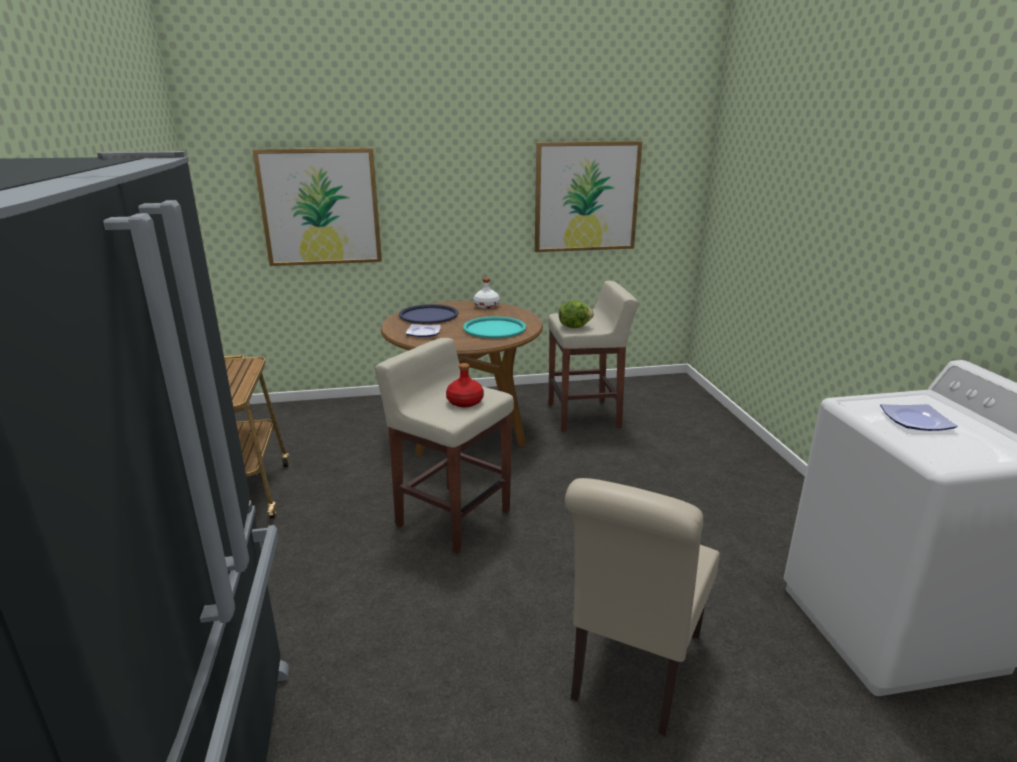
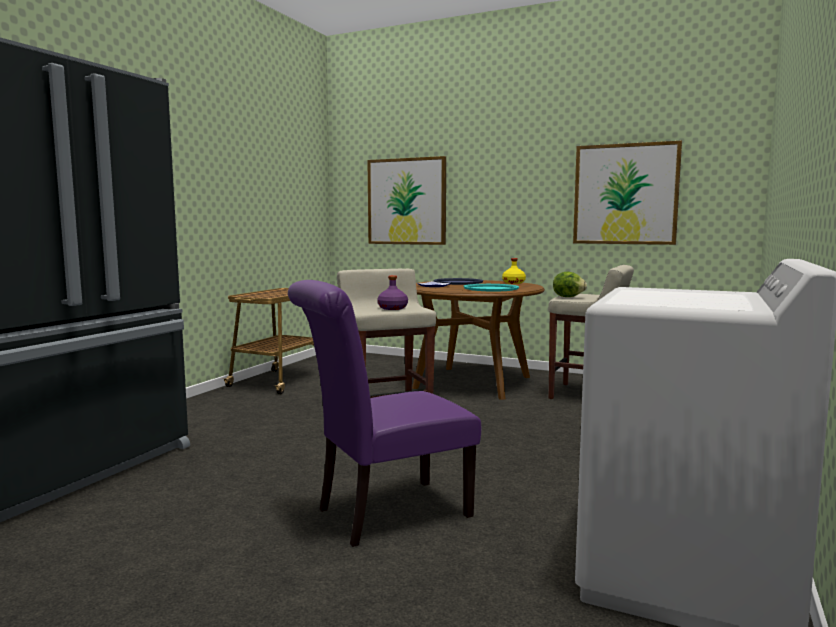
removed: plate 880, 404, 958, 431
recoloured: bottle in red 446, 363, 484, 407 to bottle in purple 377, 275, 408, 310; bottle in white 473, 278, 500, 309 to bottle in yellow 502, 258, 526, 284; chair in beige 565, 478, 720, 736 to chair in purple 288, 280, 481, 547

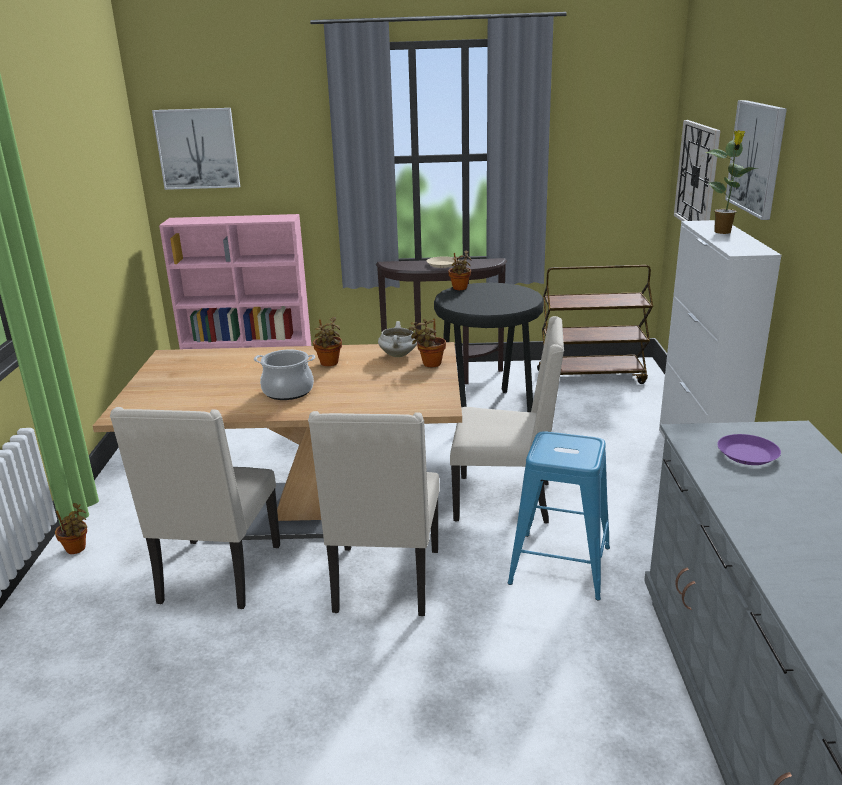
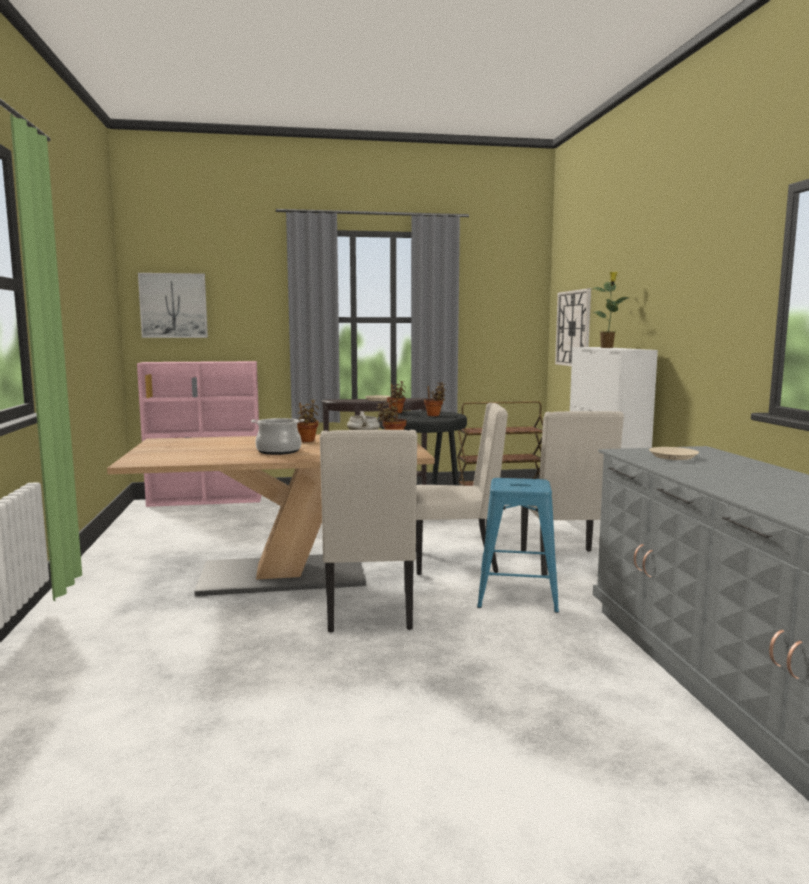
removed: picture 725, 100, 787, 220
moved: potted plant 55, 503, 87, 554 to 424, 382, 446, 416; chair in beige 110, 407, 280, 609 to 521, 411, 624, 576
recoloured: plate in purple 717, 434, 781, 465 to plate in beige 649, 447, 699, 460

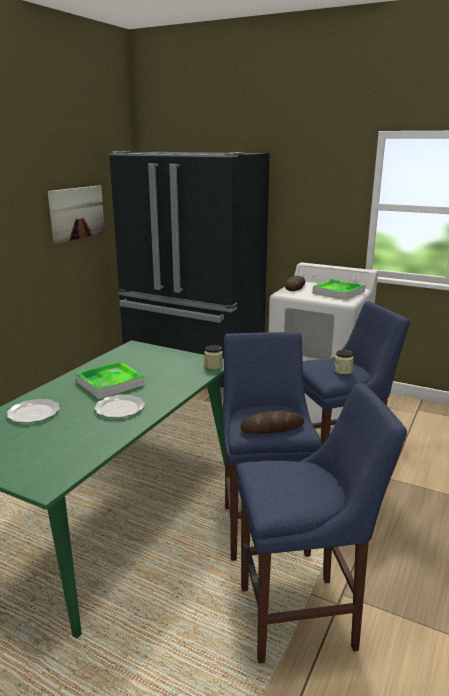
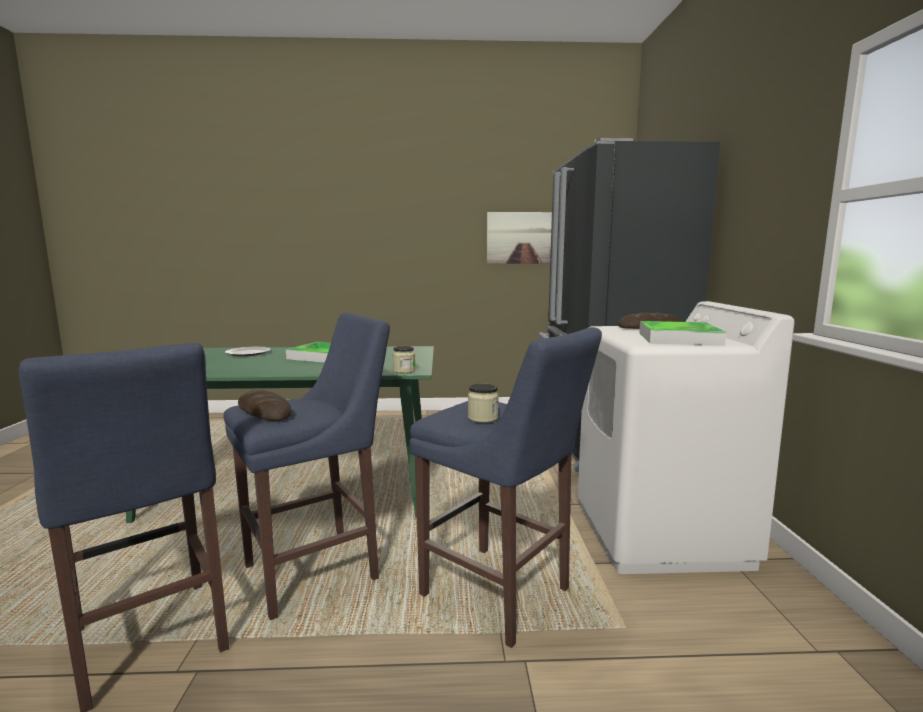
removed: plate 94, 395, 145, 418

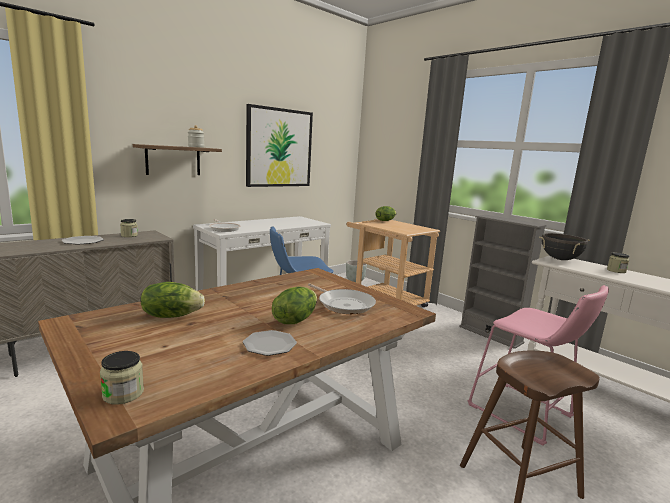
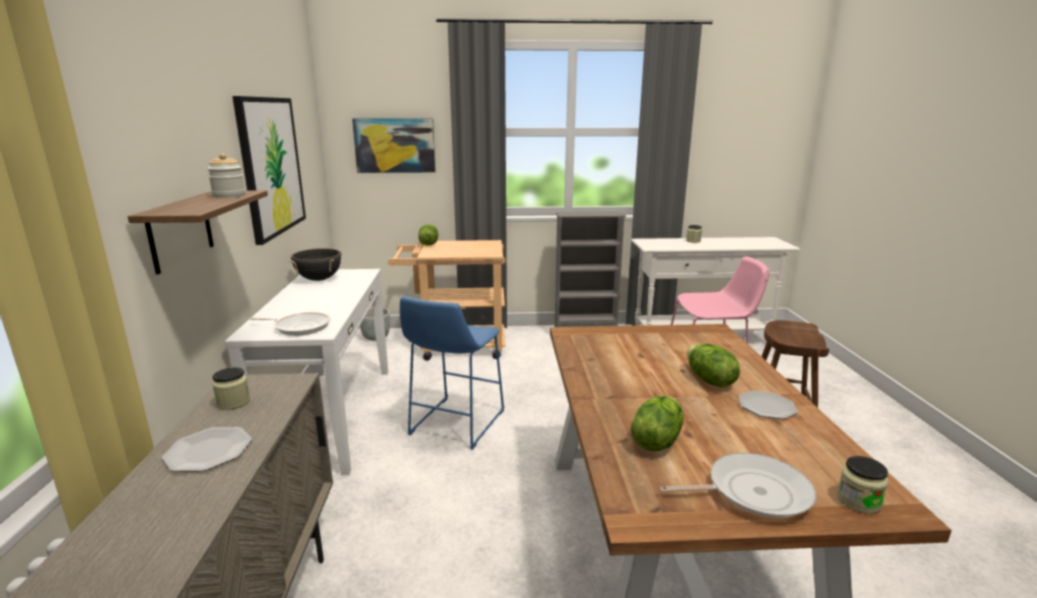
added: picture 352, 118, 436, 173
moved: frying pan 308, 284, 376, 314 to 659, 453, 816, 519; cooking pot in black 539, 233, 590, 260 to 288, 248, 342, 281

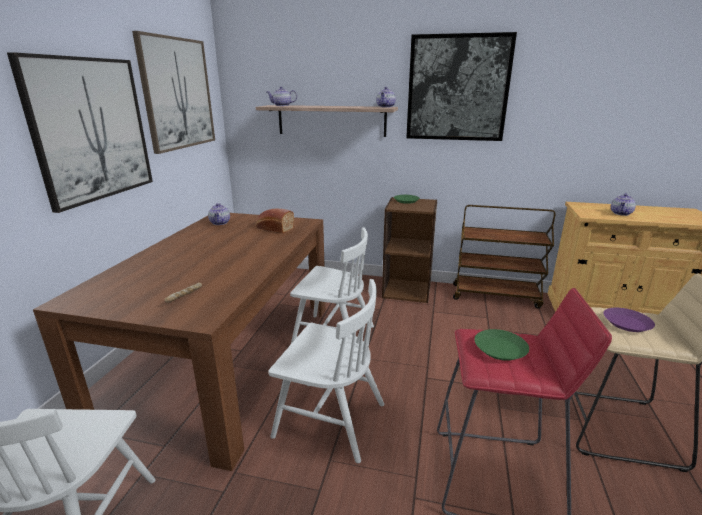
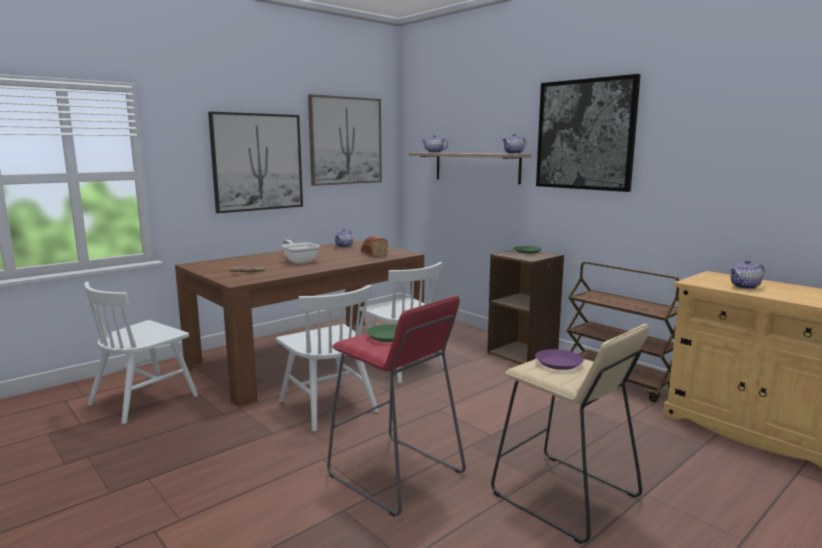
added: frying pan 282, 240, 320, 263

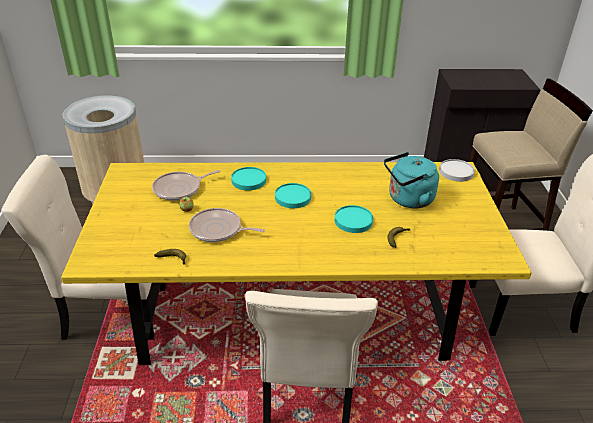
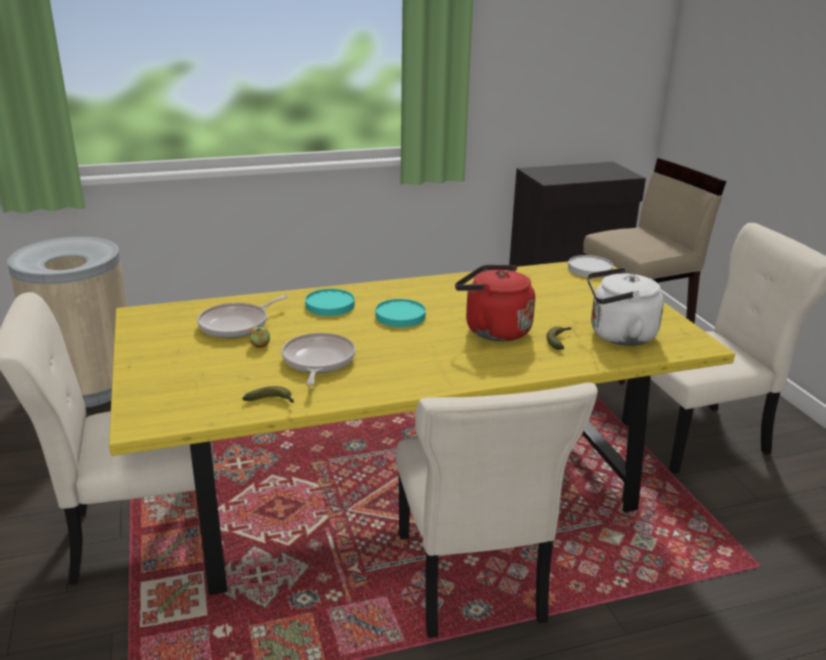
removed: kettle in turquoise 384, 152, 439, 209
added: kettle in white 587, 267, 664, 346
replaced: plate in turquoise 335, 205, 373, 233 to kettle in red 455, 265, 535, 341
turned: frying pan 189, 208, 265, 242 = 282, 333, 356, 386 90 degrees clockwise

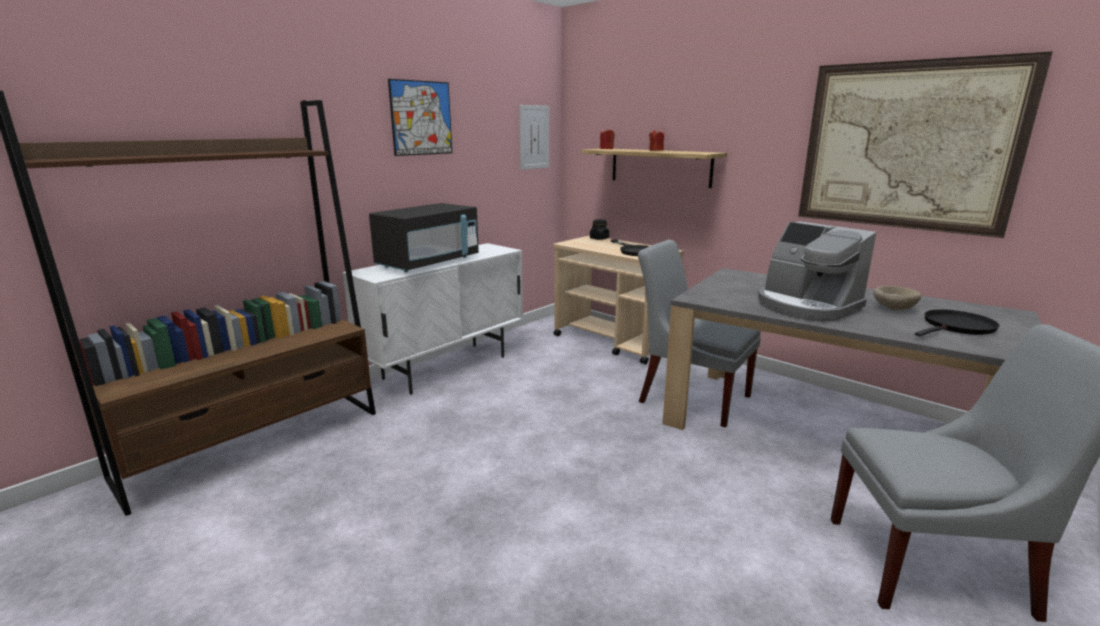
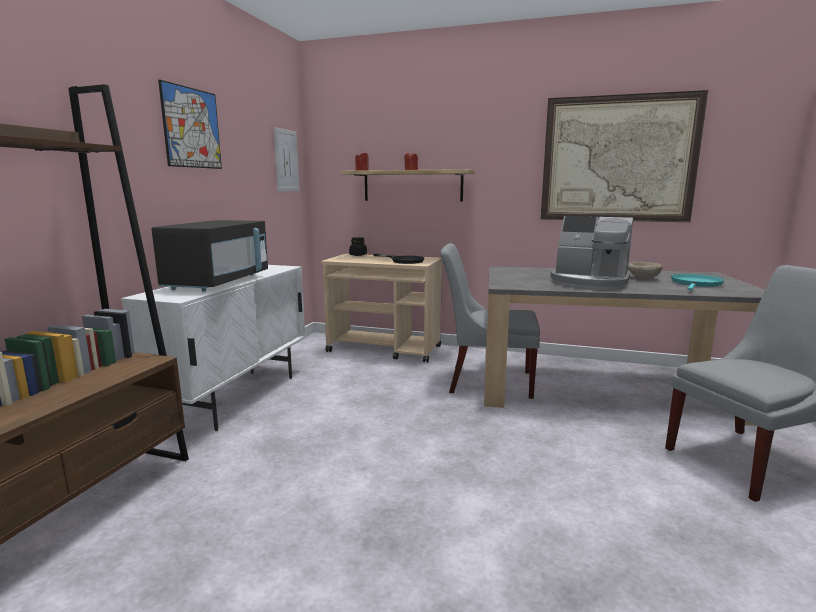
recoloured: frying pan in black 915, 309, 1000, 337 to frying pan in turquoise 671, 274, 724, 290

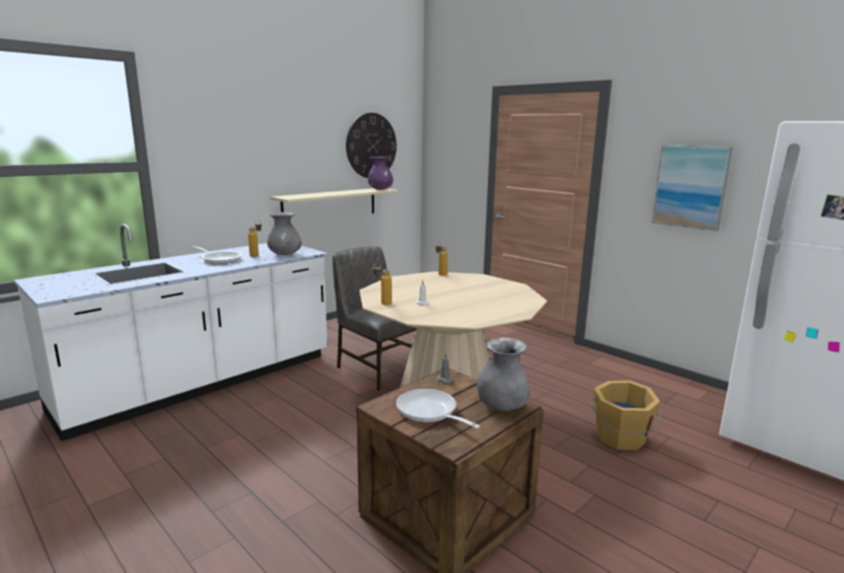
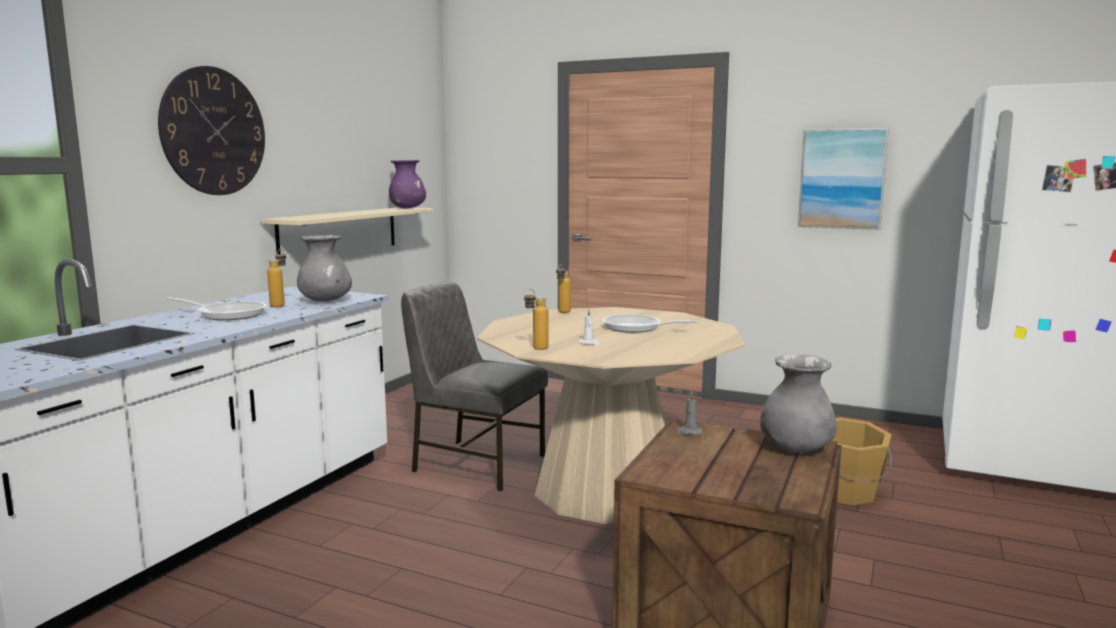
moved: wall clock 346, 113, 397, 178 to 158, 66, 265, 195; frying pan 396, 389, 480, 429 to 603, 315, 698, 333

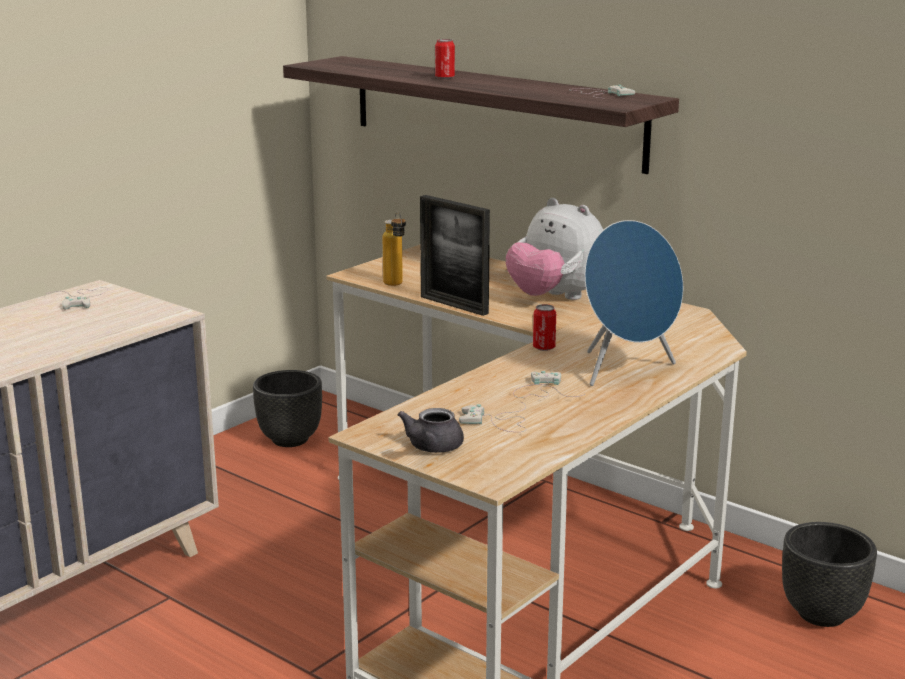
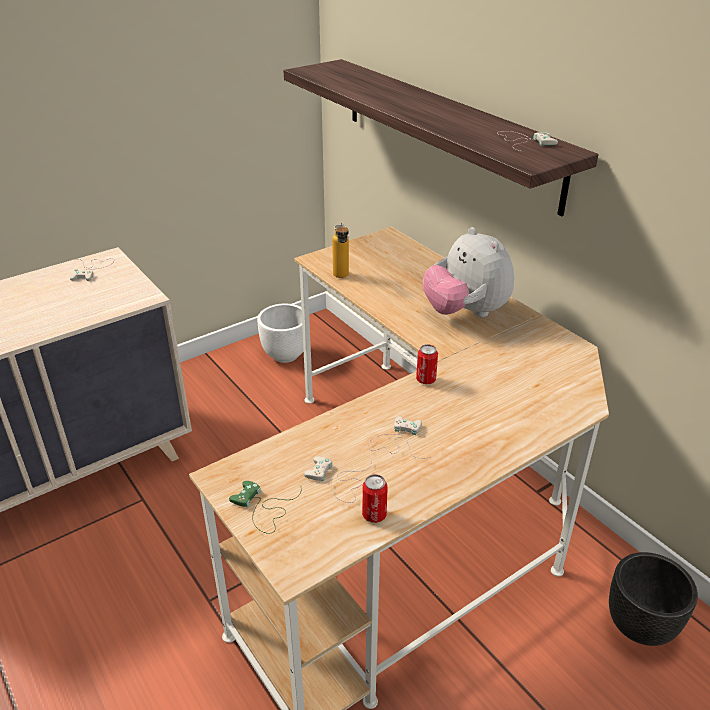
removed: picture frame 420, 195, 490, 316; speaker in blue 585, 220, 683, 386
moved: can 435, 39, 455, 79 to 362, 474, 388, 523
replaced: teapot in grey 398, 408, 464, 453 to game controller in green 229, 481, 301, 534
recoloured: planter in black 253, 370, 322, 447 to planter in white 257, 304, 304, 363

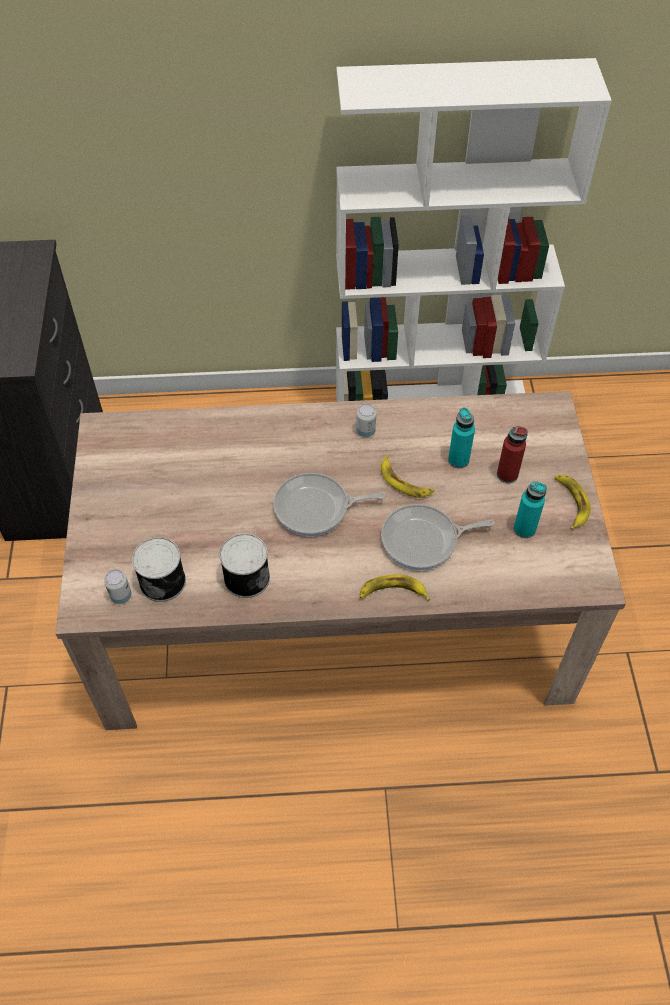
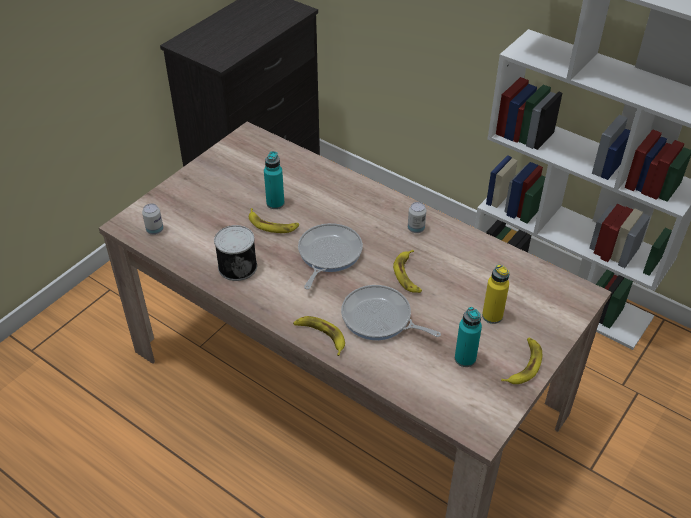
removed: can 132, 537, 186, 602
added: banana 249, 208, 299, 233
moved: bottle in turquoise 448, 408, 475, 469 to 264, 151, 284, 209
recoloured: bottle in red 497, 426, 527, 483 to bottle in yellow 482, 264, 509, 324
turned: frying pan 273, 473, 386, 536 = 298, 223, 363, 289 75 degrees clockwise

